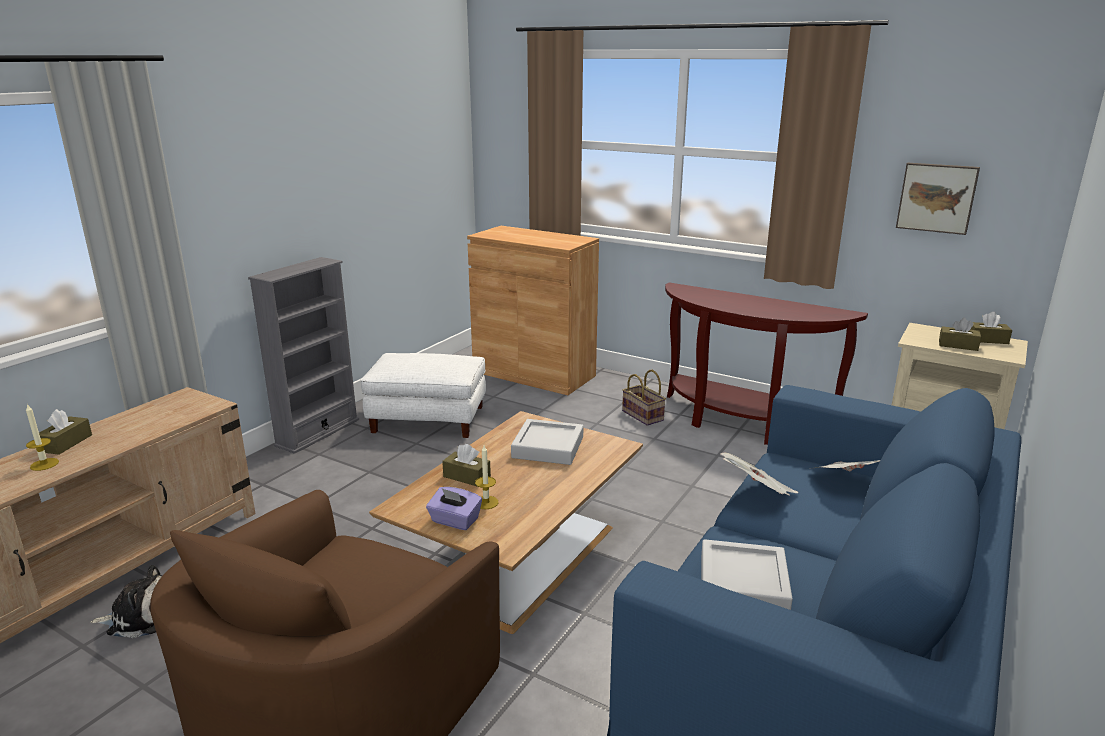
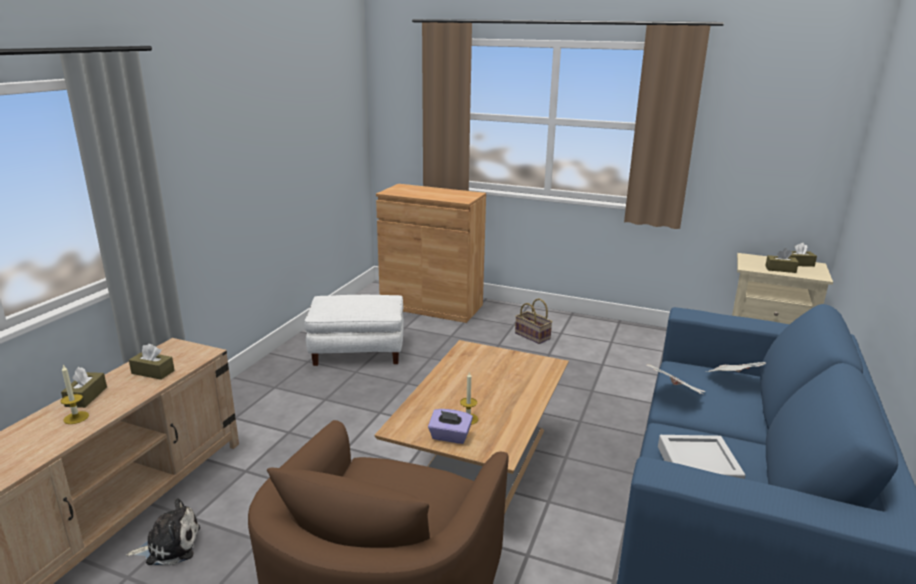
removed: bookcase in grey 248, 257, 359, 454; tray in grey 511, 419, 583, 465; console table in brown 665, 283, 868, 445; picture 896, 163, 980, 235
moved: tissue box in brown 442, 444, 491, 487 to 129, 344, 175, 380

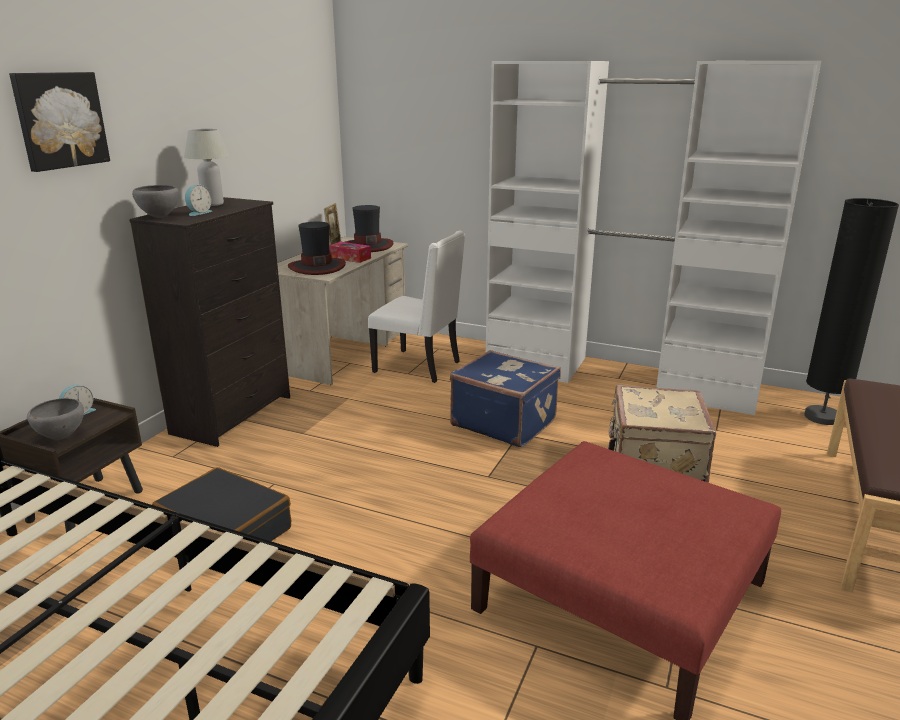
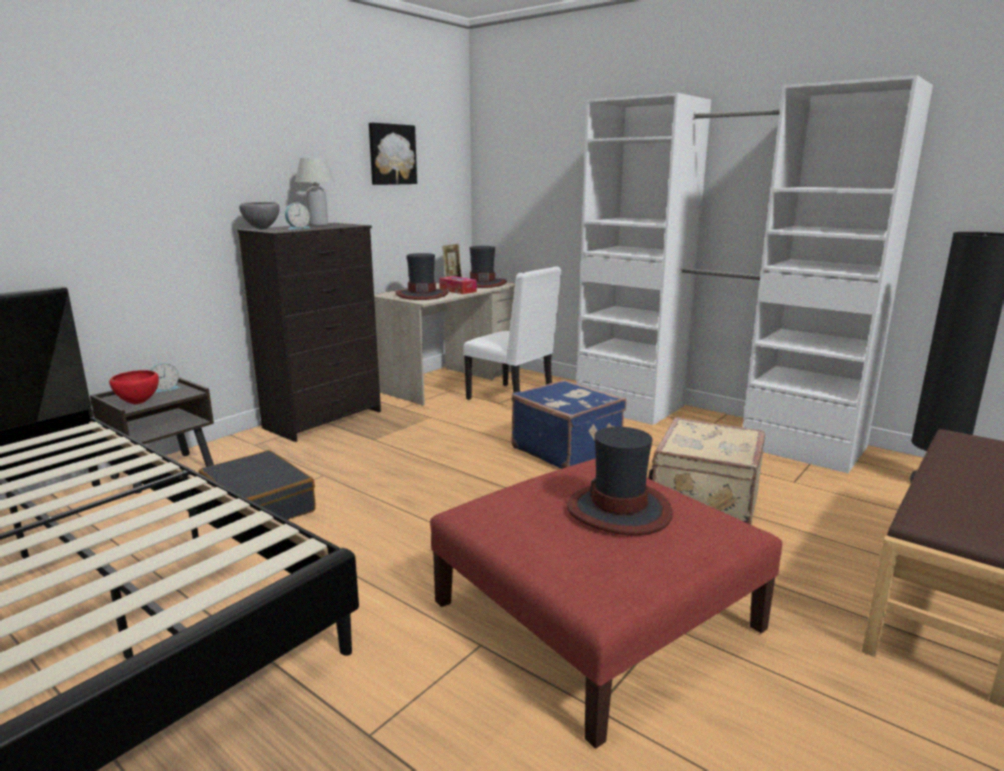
added: hat 567, 427, 673, 536
moved: picture 9, 72, 110, 172 to 369, 123, 417, 185
recoloured: bowl in grey 27, 398, 84, 440 to bowl in red 109, 370, 159, 404

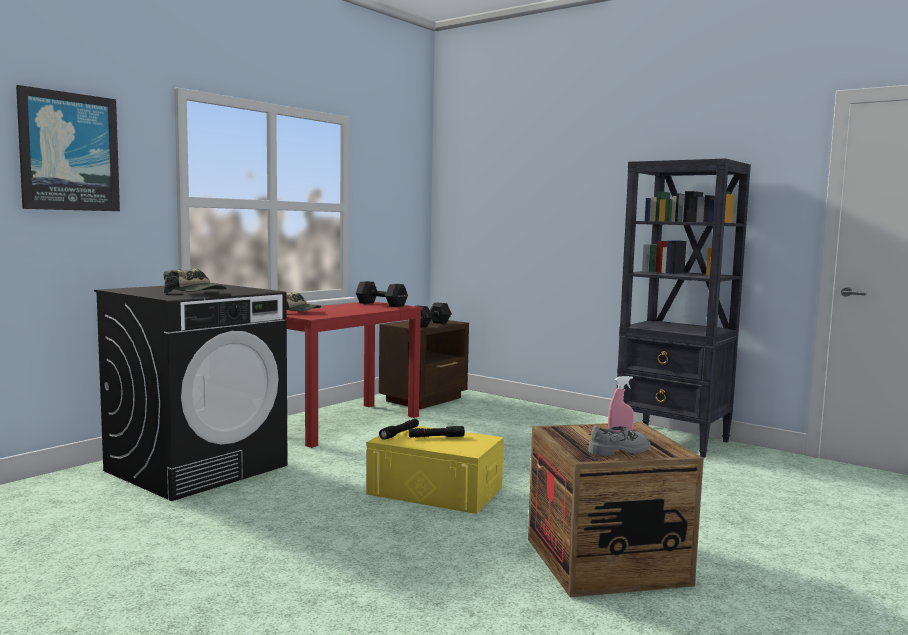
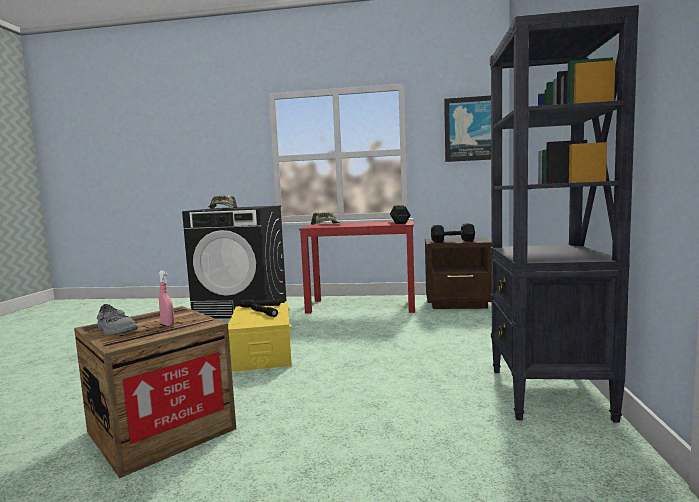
moved: picture 16, 85, 120, 211 to 444, 96, 491, 162

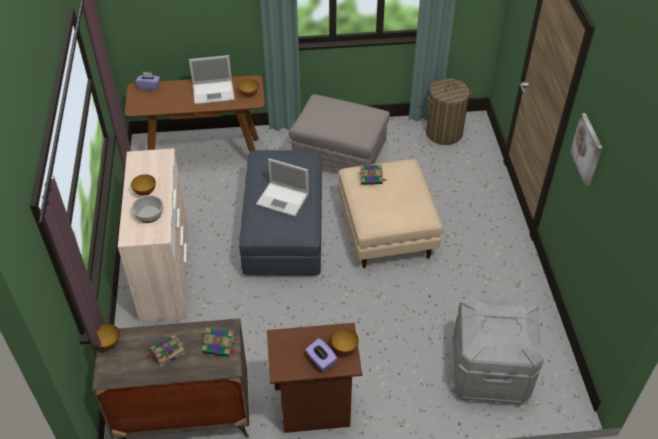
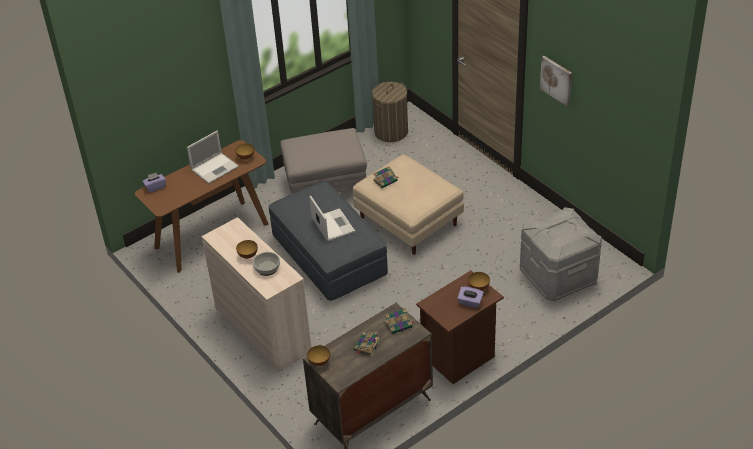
turned: laptop 256, 158, 309, 217 = 310, 196, 355, 241 105 degrees counterclockwise

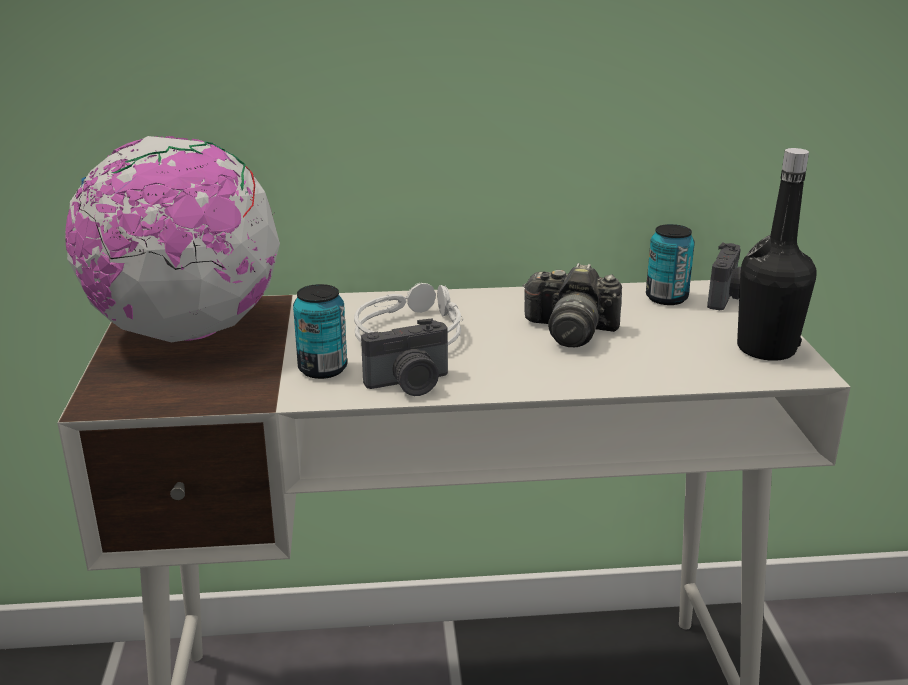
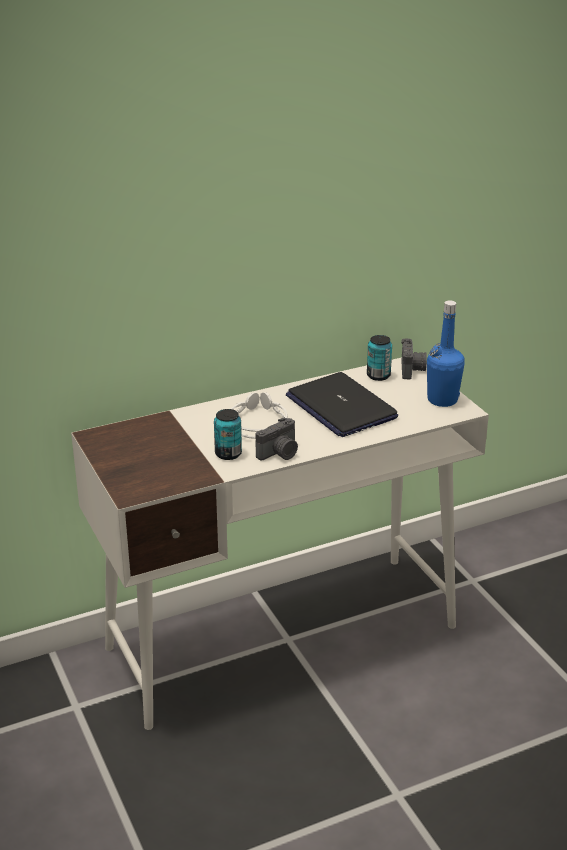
removed: globe 65, 136, 280, 342
replaced: photo camera 522, 263, 622, 347 to laptop 286, 372, 398, 437
recoloured: bottle in black 737, 148, 817, 361 to bottle in blue 427, 301, 465, 407

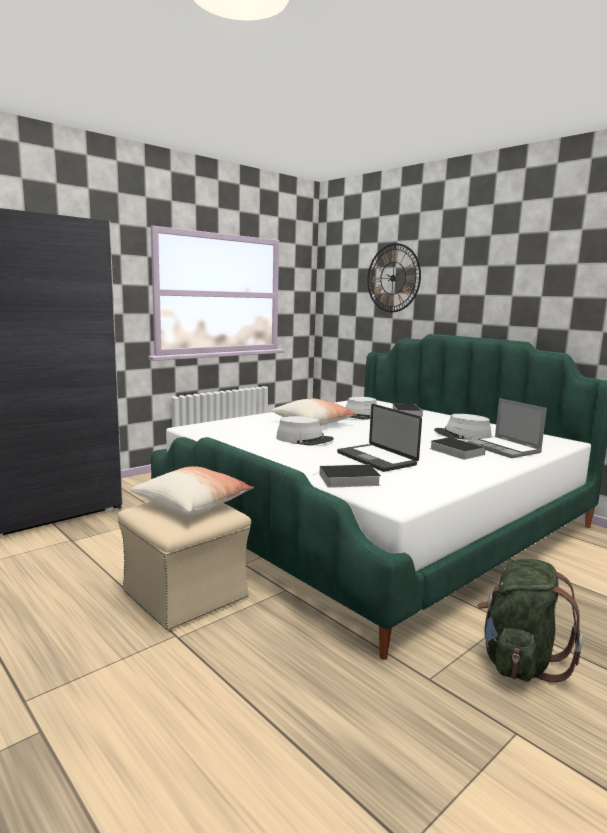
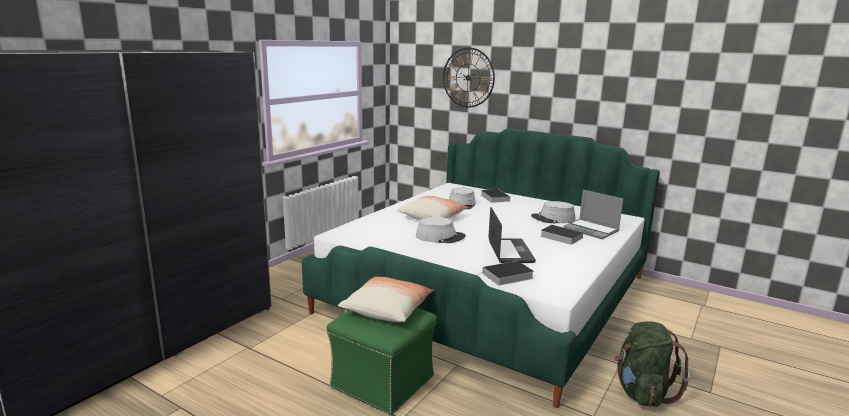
recoloured: ottoman in beige 118, 502, 251, 631 to ottoman in green 327, 308, 437, 415
turned: laptop 337, 404, 422, 472 = 488, 207, 536, 263 135 degrees counterclockwise

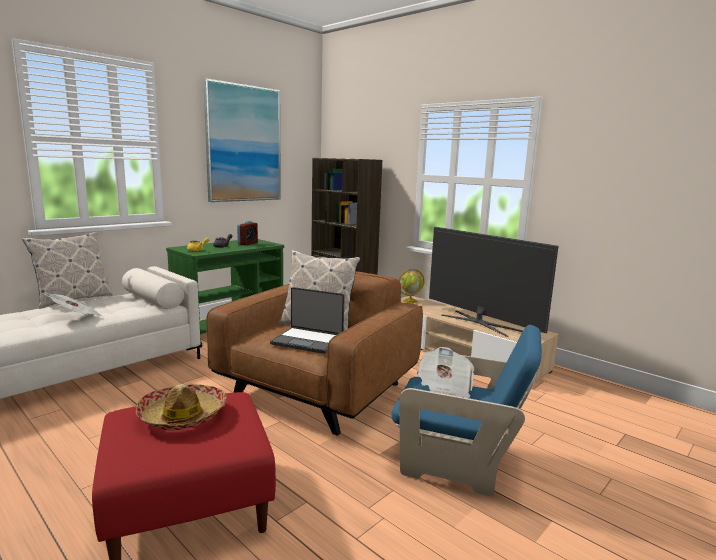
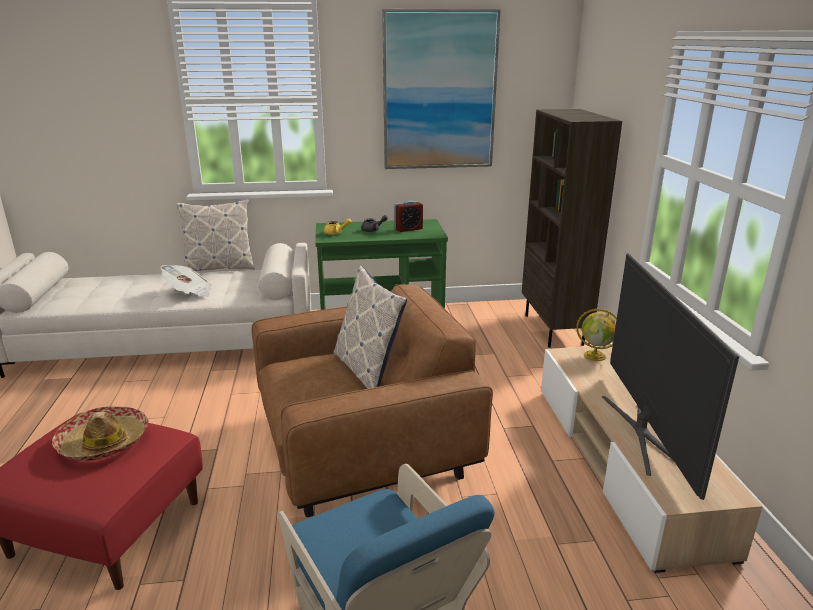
removed: laptop 270, 287, 345, 354; newspaper 417, 347, 474, 398

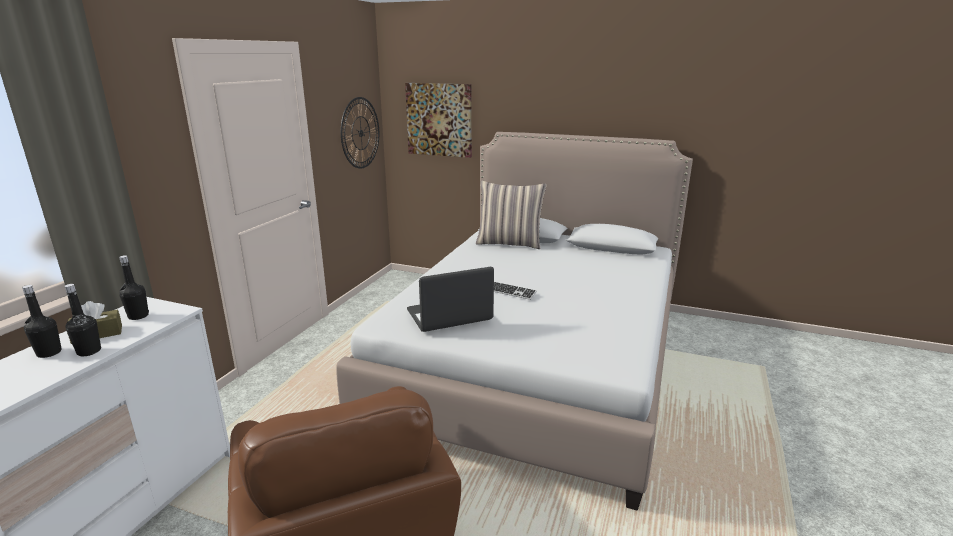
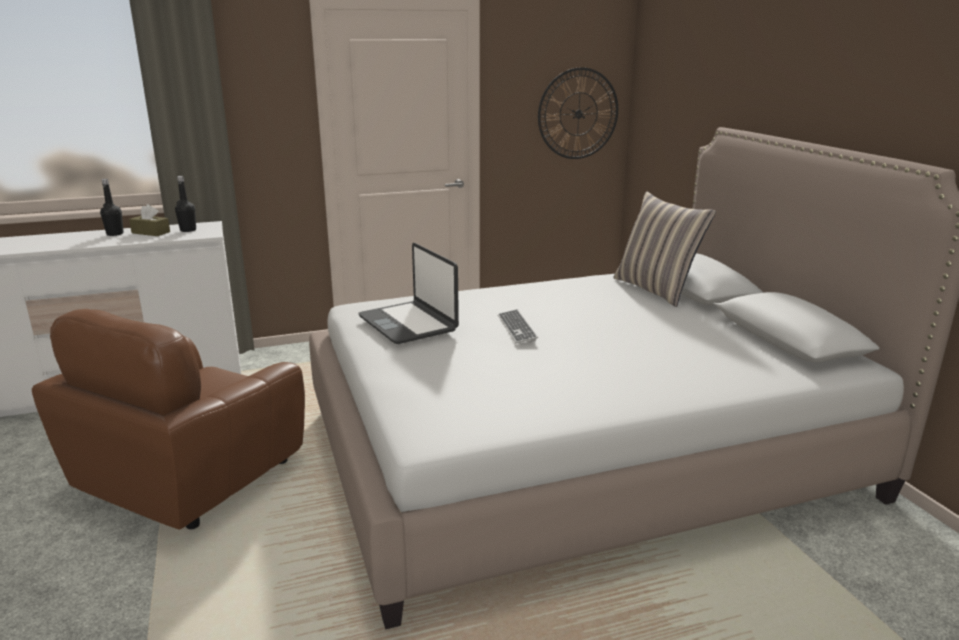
removed: bottle in black 64, 284, 101, 356; picture 405, 83, 472, 158
turned: laptop 407, 267, 494, 332 = 359, 243, 459, 344 150 degrees counterclockwise

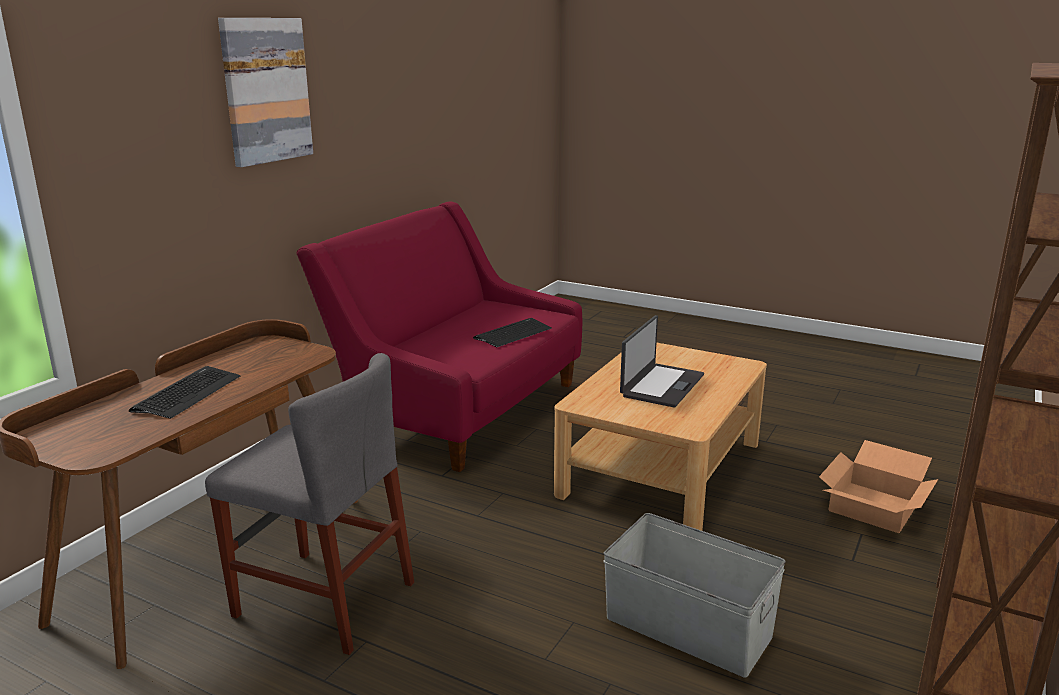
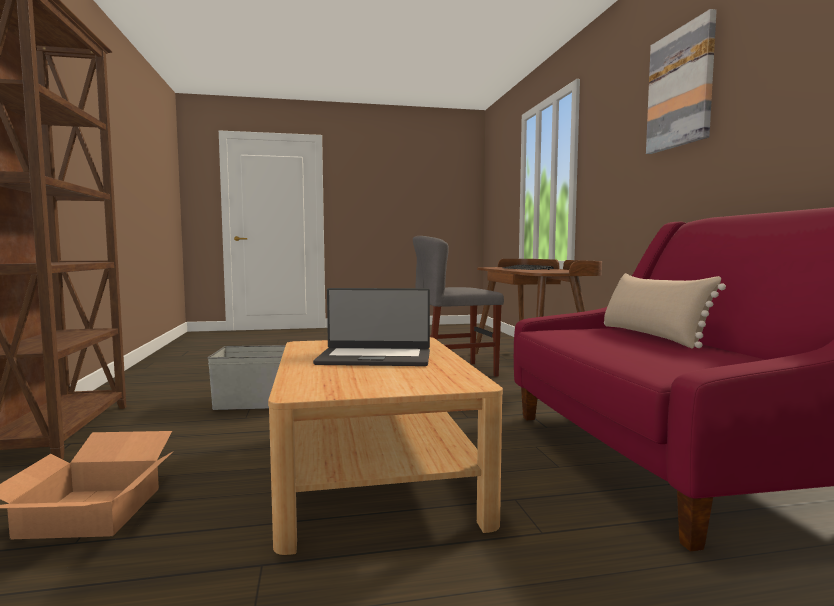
removed: keyboard 473, 318, 552, 347
added: pillow in beige 604, 273, 726, 349
turned: laptop 620, 315, 704, 407 = 313, 288, 430, 366 75 degrees counterclockwise

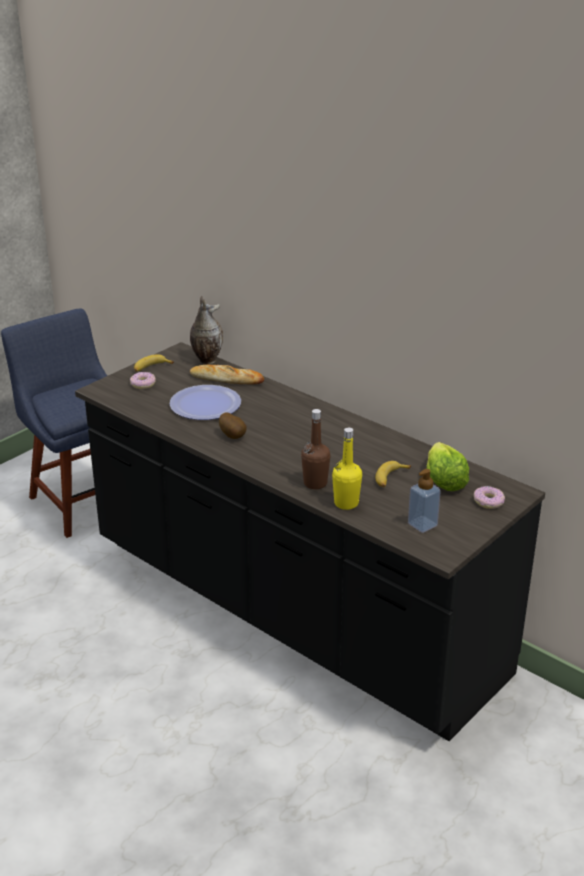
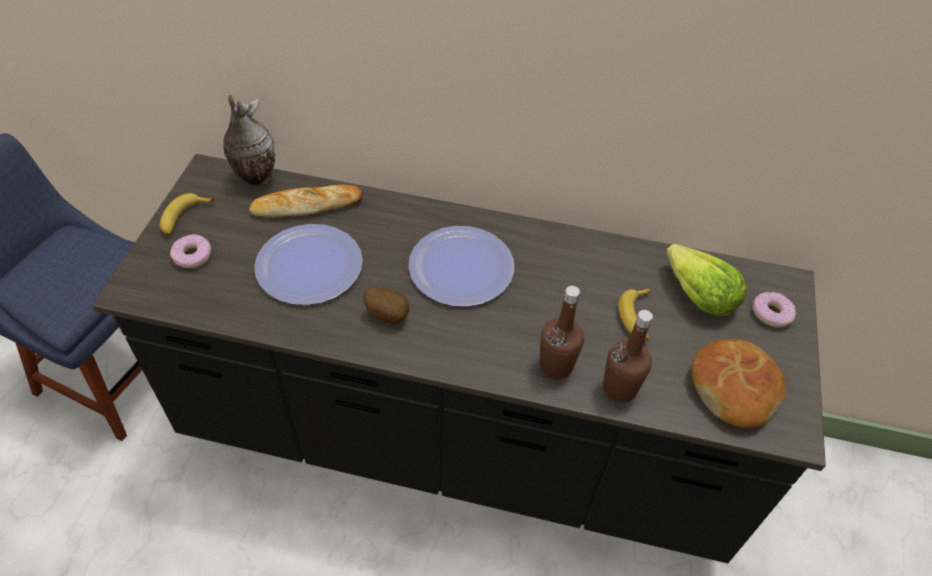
added: plate 409, 226, 514, 307
replaced: soap dispenser 408, 469, 441, 533 to bread 692, 339, 786, 428
recoloured: bottle in yellow 332, 428, 362, 510 to bottle in brown 603, 310, 653, 402

